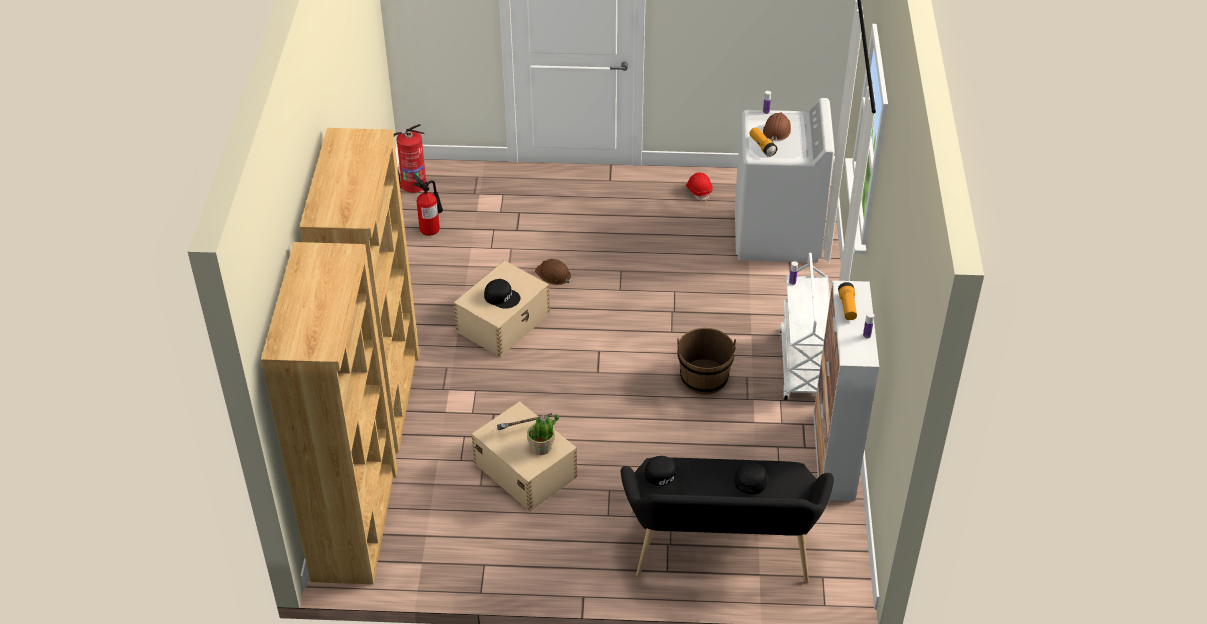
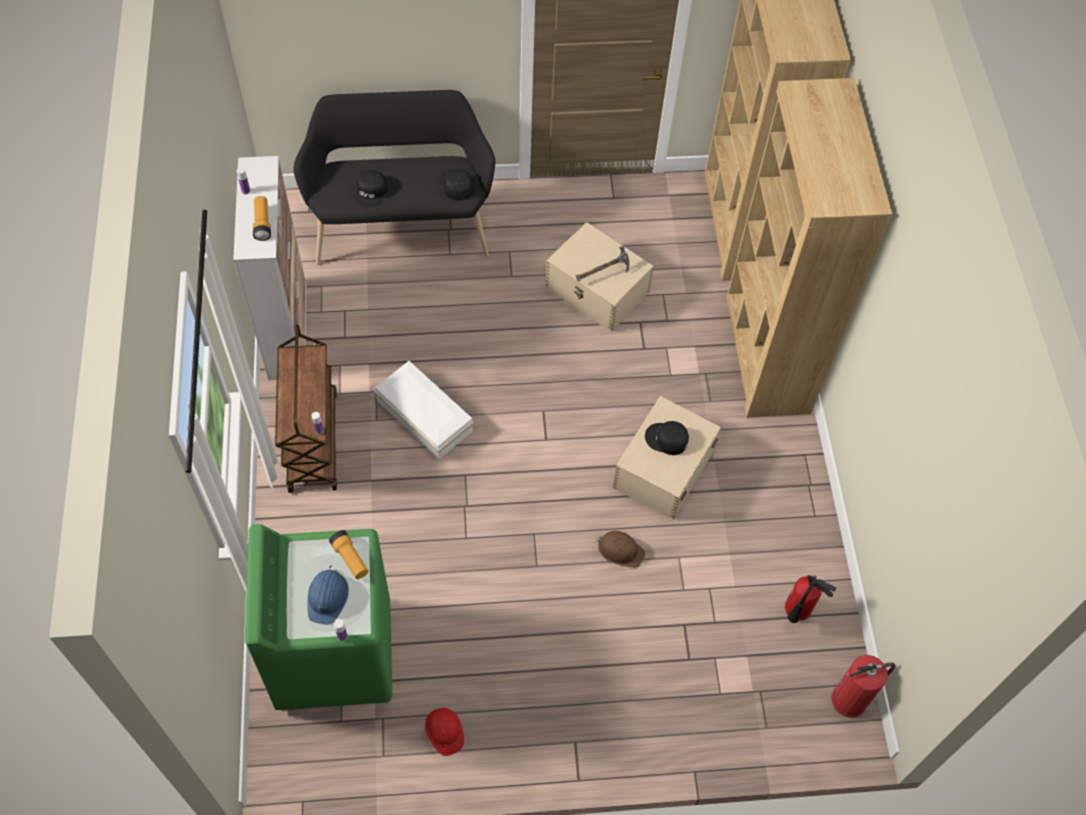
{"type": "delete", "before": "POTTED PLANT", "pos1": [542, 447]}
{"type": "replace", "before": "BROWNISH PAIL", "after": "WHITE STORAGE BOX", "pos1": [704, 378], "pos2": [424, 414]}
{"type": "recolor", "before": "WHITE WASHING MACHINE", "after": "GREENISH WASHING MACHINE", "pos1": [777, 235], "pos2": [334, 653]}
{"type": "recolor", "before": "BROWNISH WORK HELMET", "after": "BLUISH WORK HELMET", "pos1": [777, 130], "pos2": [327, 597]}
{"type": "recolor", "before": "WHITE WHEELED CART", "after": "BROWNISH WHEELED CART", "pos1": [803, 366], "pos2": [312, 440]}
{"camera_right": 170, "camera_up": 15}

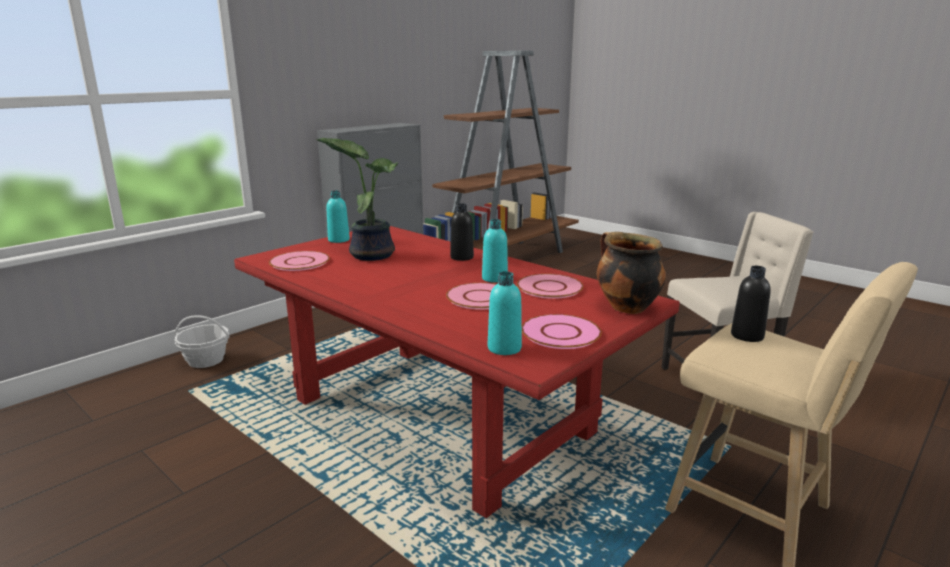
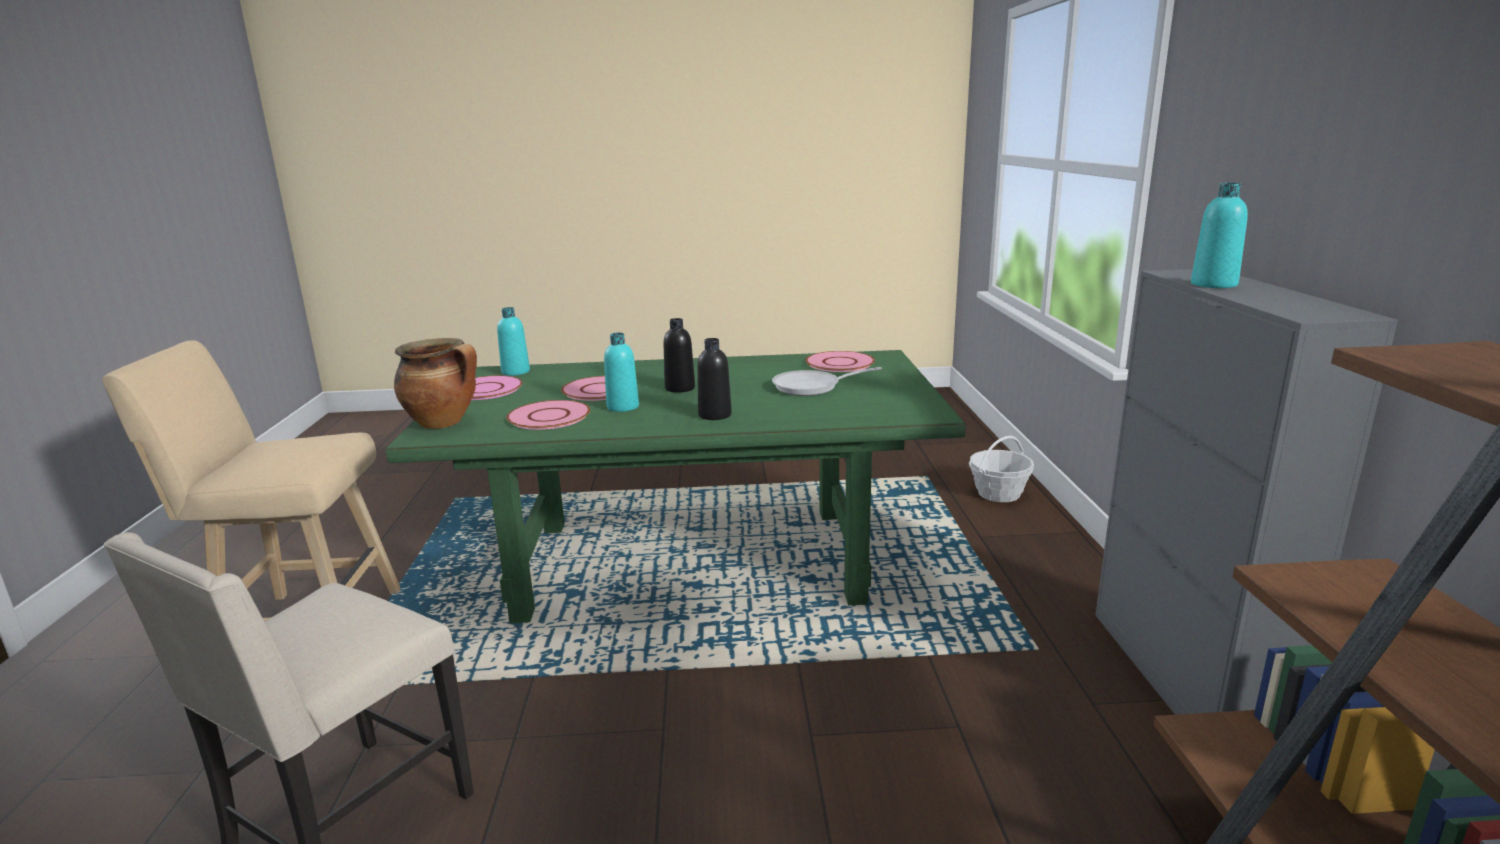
{"type": "recolor", "before": "RED DINING TABLE", "after": "GREENISH DINING TABLE", "pos1": [441, 416], "pos2": [690, 561]}
{"type": "replace", "before": "POTTED PLANT", "after": "FRYING PAN", "pos1": [371, 254], "pos2": [812, 387]}
{"type": "move", "before": "BLUE-GREEN DRINK BOTTLE", "pos1": [338, 240], "pos2": [1213, 284]}
{"type": "move", "before": "BLACK DRINK BOTTLE", "pos1": [747, 336], "pos2": [680, 388]}
{"camera_right": 135, "camera_up": 0}

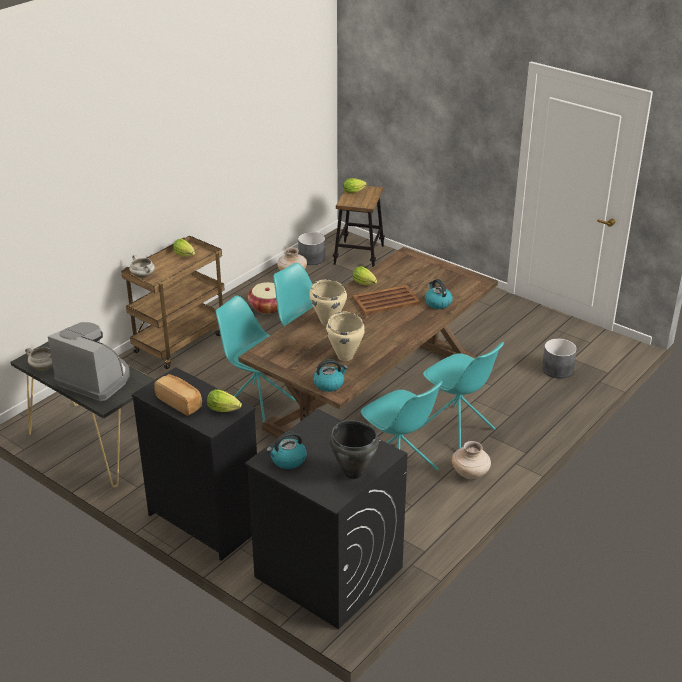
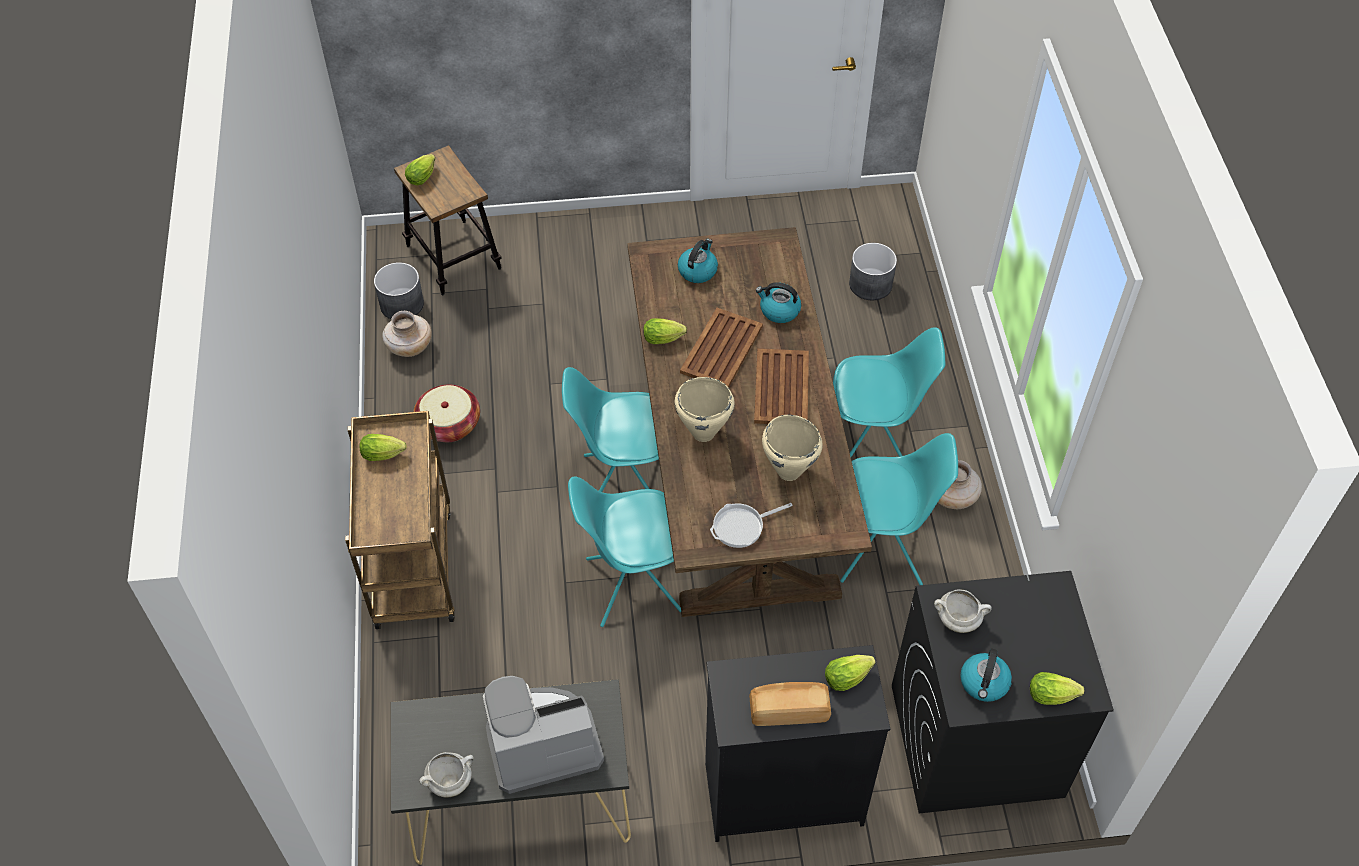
{"type": "move", "before": "WHITE SAUCEPOT", "pos1": [143, 276], "pos2": [958, 619]}
{"type": "move", "before": "WATER KETTLE", "pos1": [329, 384], "pos2": [697, 270]}
{"type": "delete", "before": "BLACK SAUCEPOT", "pos1": [353, 472]}
{"type": "insert", "after": "FRYING PAN", "pos2": [742, 526]}
{"type": "insert", "after": "BROWNISH TRAY", "pos2": [782, 387]}
{"type": "insert", "after": "LETTUCE", "pos2": [1054, 695]}
{"camera_right": -45, "camera_up": 20}

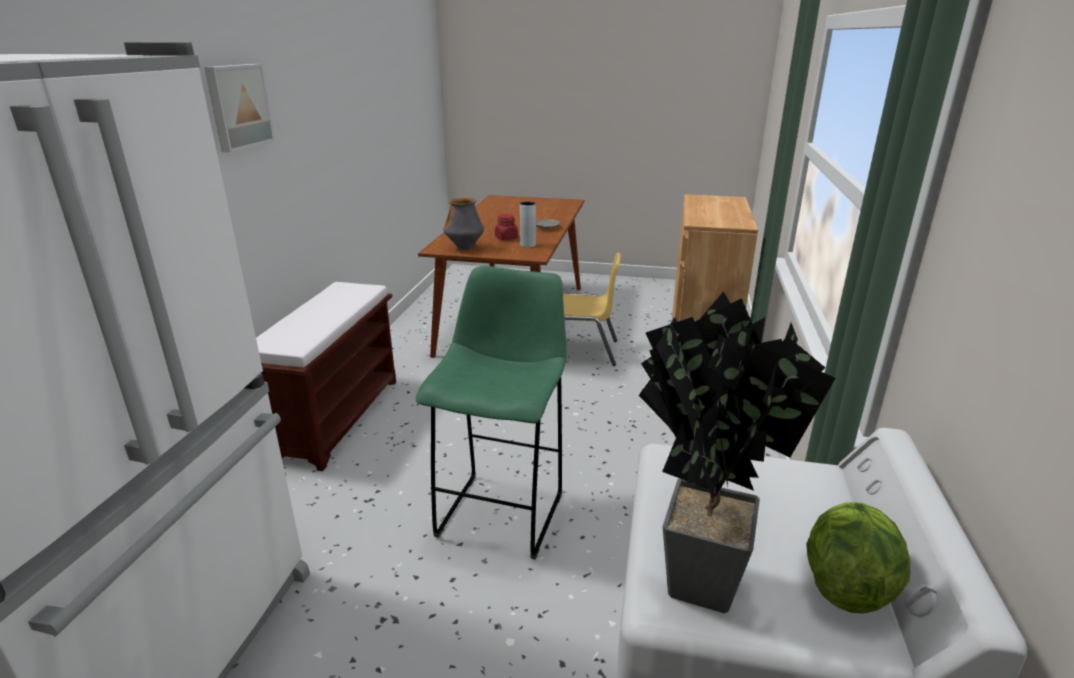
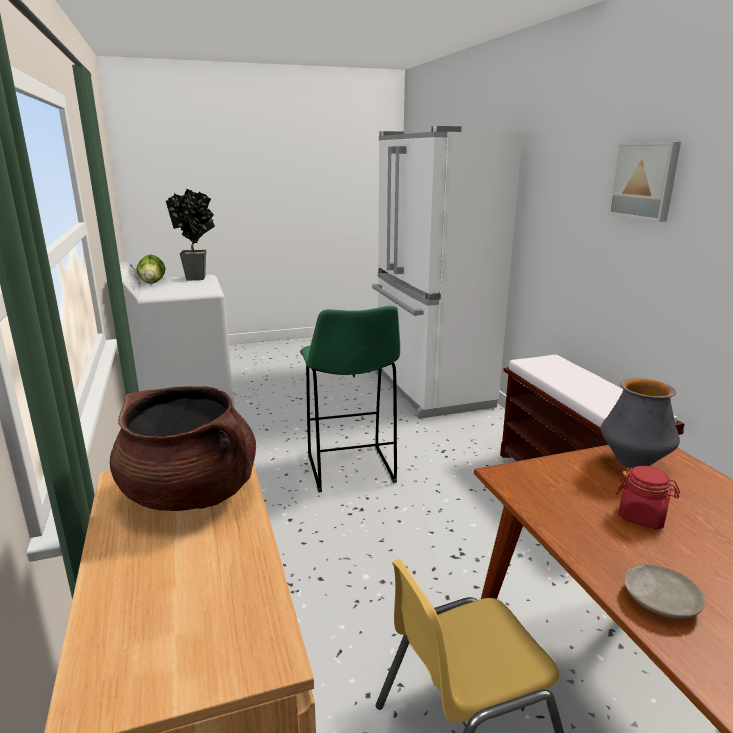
{"type": "delete", "before": "GREY VASE", "pos1": [528, 245]}
{"type": "insert", "after": "BROWNISH SAUCEPOT", "pos2": [191, 494]}
{"camera_right": 150, "camera_up": -5}

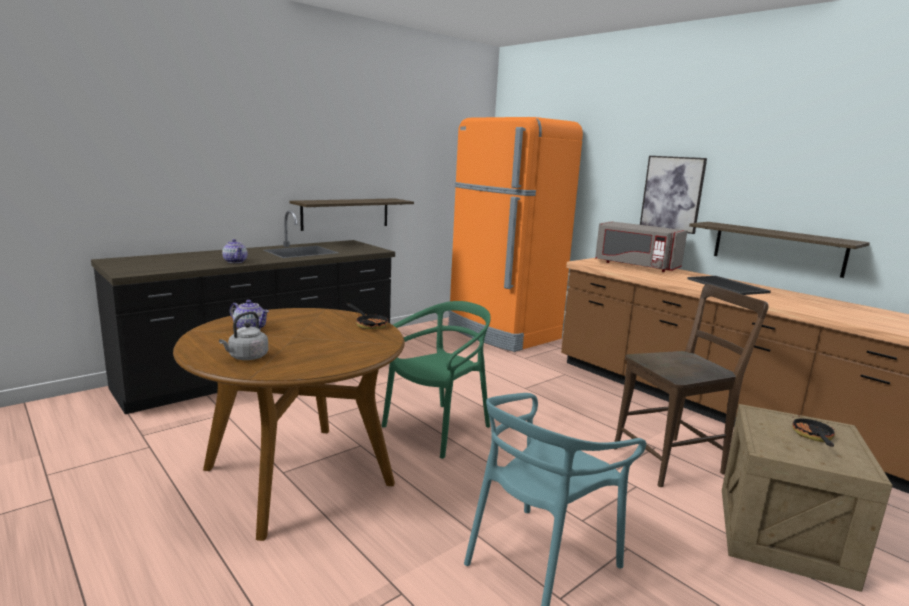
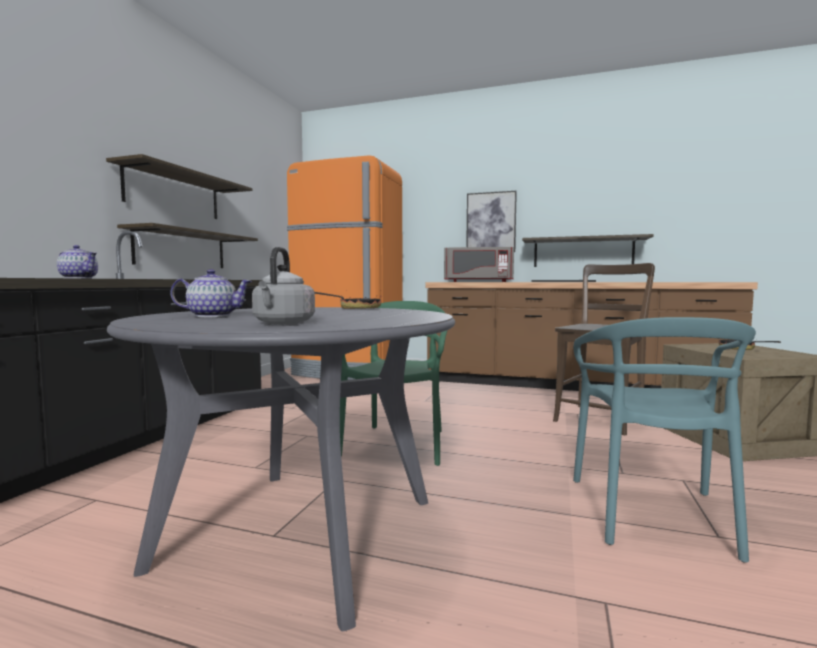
{"type": "recolor", "before": "BROWNISH DINING TABLE", "after": "GREY DINING TABLE", "pos1": [298, 476], "pos2": [300, 532]}
{"type": "insert", "after": "BRACKET SHELF", "pos2": [174, 194]}
{"camera_right": -30, "camera_up": -10}

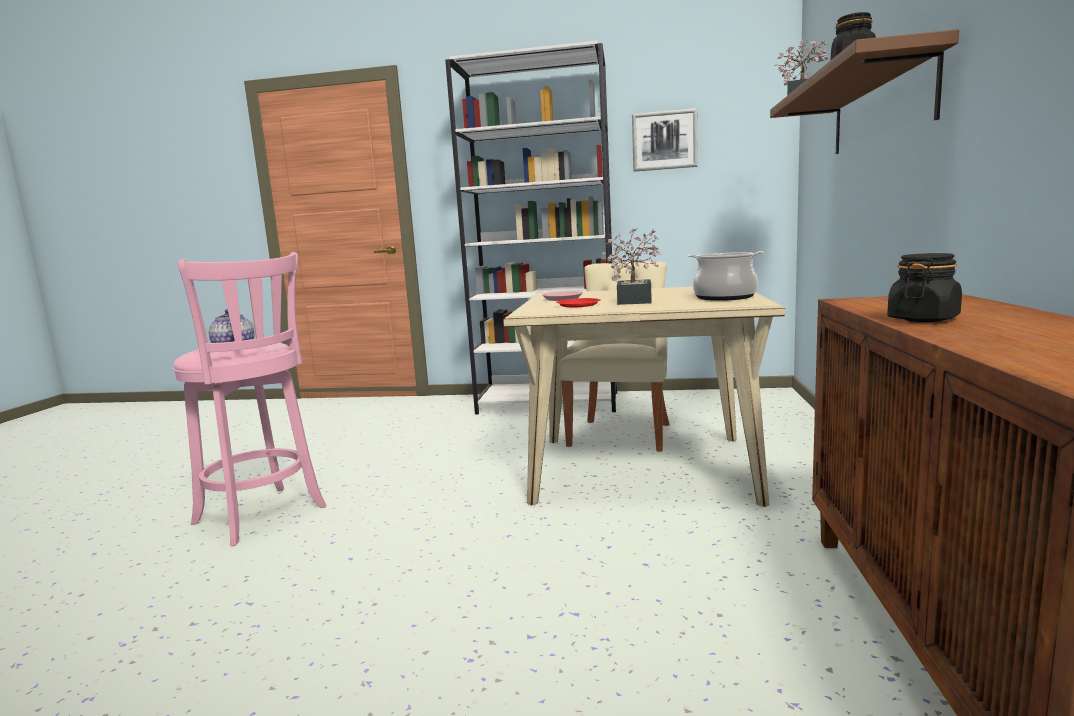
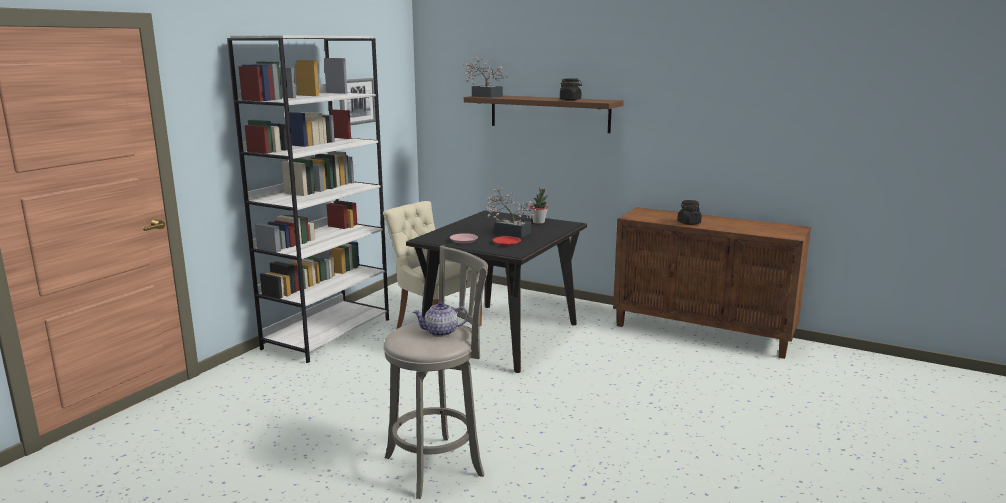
{"type": "recolor", "before": "PINK STOOL", "after": "GREY STOOL", "pos1": [263, 516], "pos2": [439, 464]}
{"type": "recolor", "before": "BEIGE DINING TABLE", "after": "BLACK DINING TABLE", "pos1": [643, 468], "pos2": [500, 335]}
{"type": "replace", "before": "SAUCEPOT", "after": "POTTED PLANT", "pos1": [724, 297], "pos2": [538, 222]}
{"camera_right": -70, "camera_up": 5}

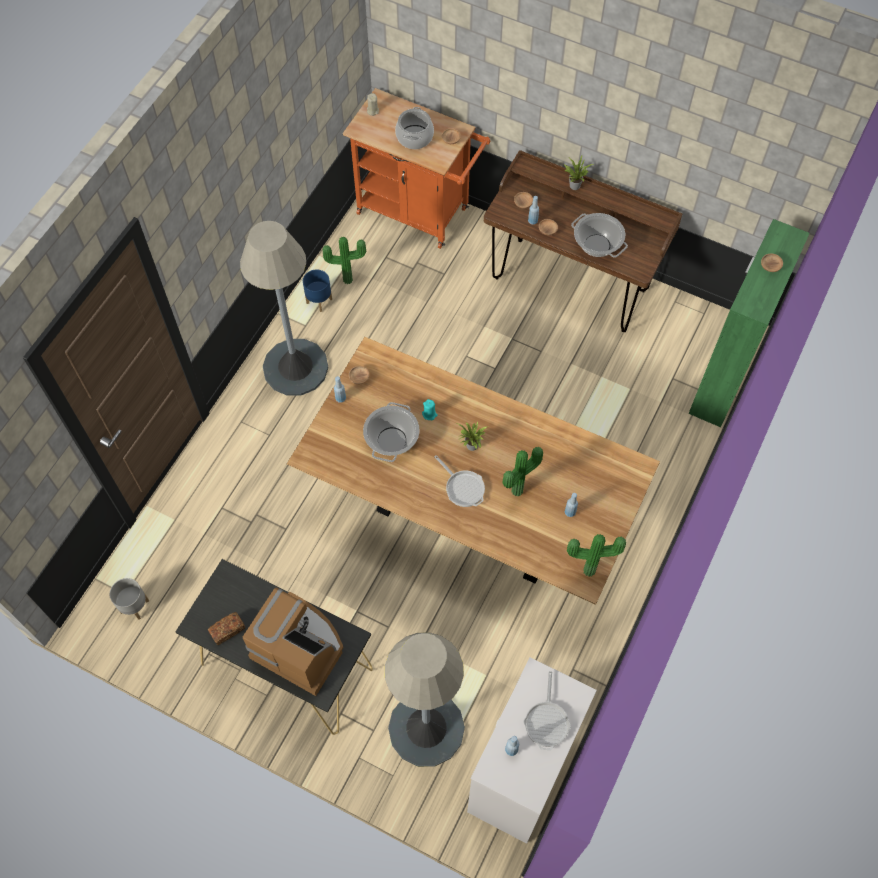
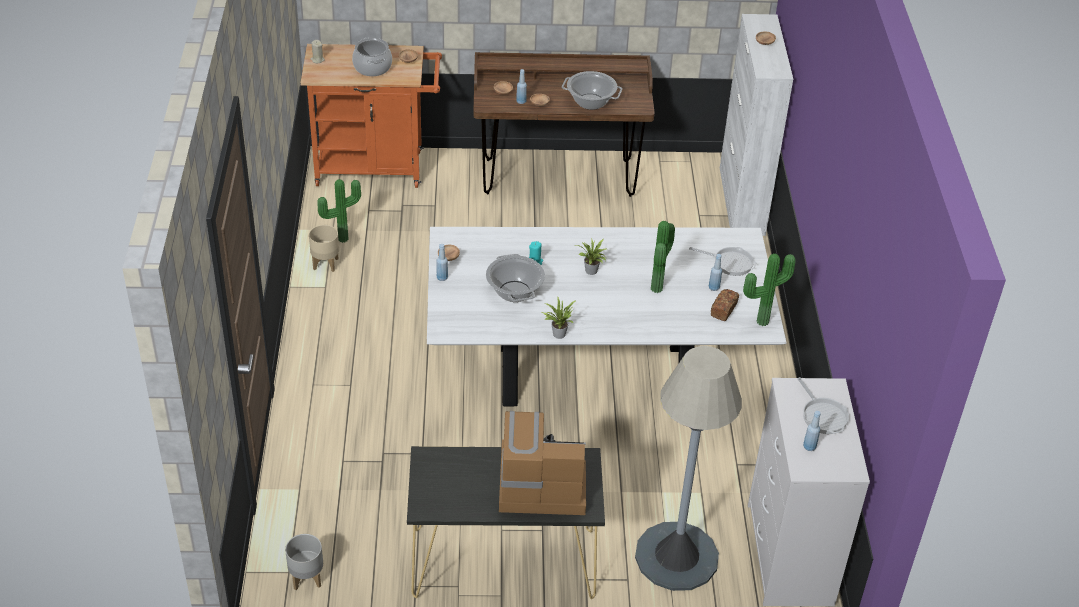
{"type": "move", "before": "BAKED BREAD", "pos1": [227, 630], "pos2": [723, 310]}
{"type": "delete", "before": "GREY STANDARD LAMP", "pos1": [295, 367]}
{"type": "recolor", "before": "BROWNISH DINING TABLE", "after": "WHITE DINING TABLE", "pos1": [470, 514], "pos2": [593, 376]}
{"type": "recolor", "before": "BLUISH PLANT POT", "after": "BEIGE PLANT POT", "pos1": [319, 300], "pos2": [326, 263]}
{"type": "move", "before": "FRYING PAN", "pos1": [463, 487], "pos2": [730, 262]}
{"type": "move", "before": "POTTED PLANT", "pos1": [574, 184], "pos2": [558, 333]}
{"type": "recolor", "before": "GREENISH CABINET", "after": "WHITE CABINET", "pos1": [723, 378], "pos2": [741, 201]}
{"camera_right": -30, "camera_up": -20}

